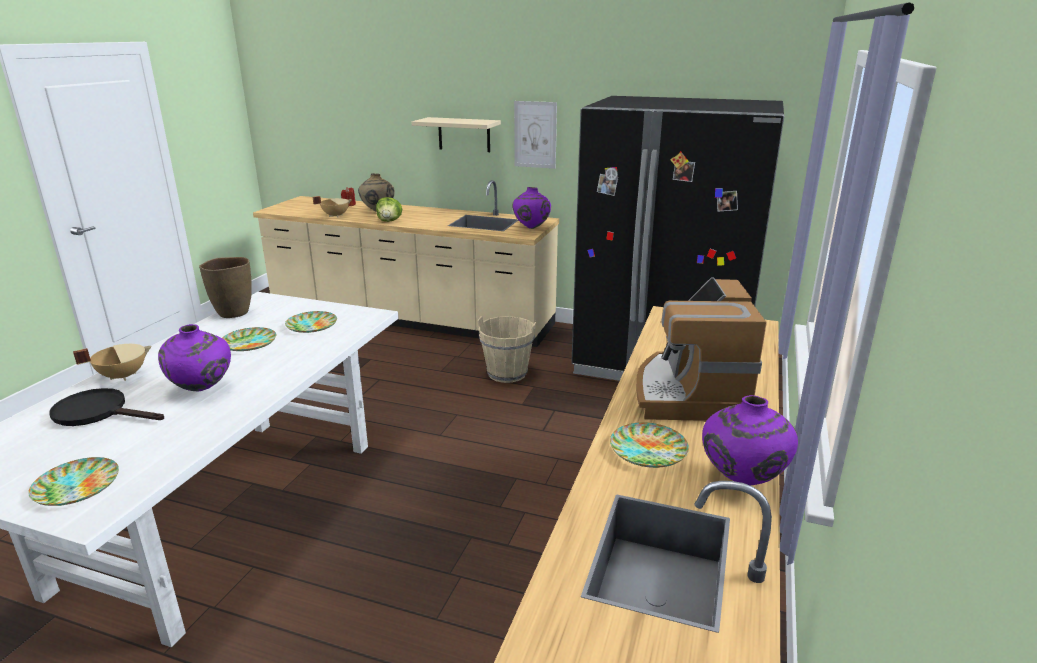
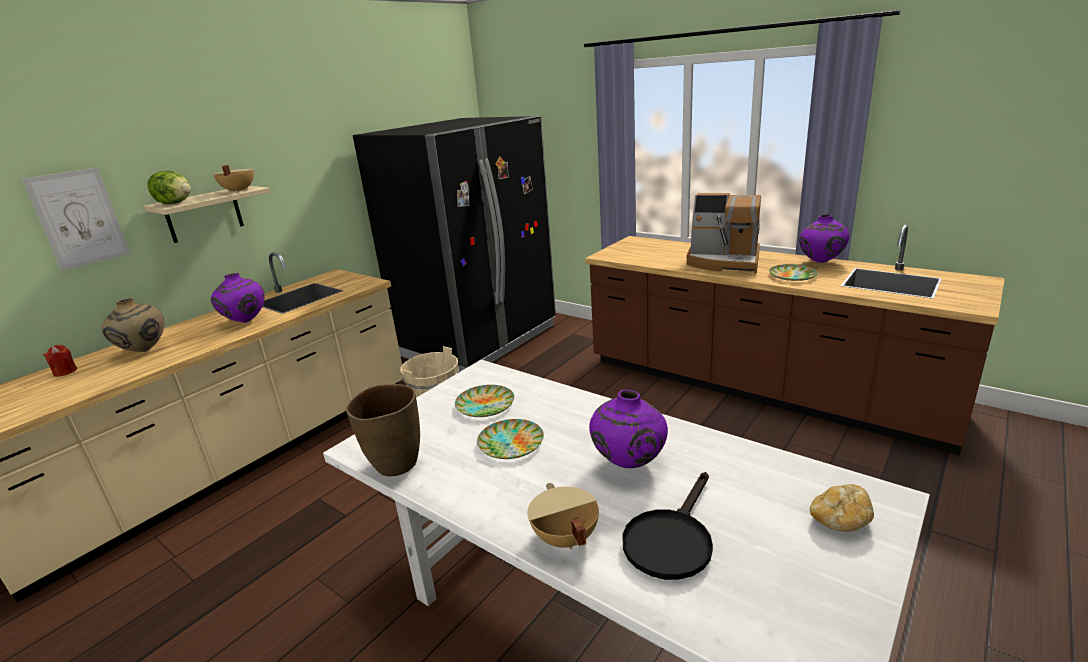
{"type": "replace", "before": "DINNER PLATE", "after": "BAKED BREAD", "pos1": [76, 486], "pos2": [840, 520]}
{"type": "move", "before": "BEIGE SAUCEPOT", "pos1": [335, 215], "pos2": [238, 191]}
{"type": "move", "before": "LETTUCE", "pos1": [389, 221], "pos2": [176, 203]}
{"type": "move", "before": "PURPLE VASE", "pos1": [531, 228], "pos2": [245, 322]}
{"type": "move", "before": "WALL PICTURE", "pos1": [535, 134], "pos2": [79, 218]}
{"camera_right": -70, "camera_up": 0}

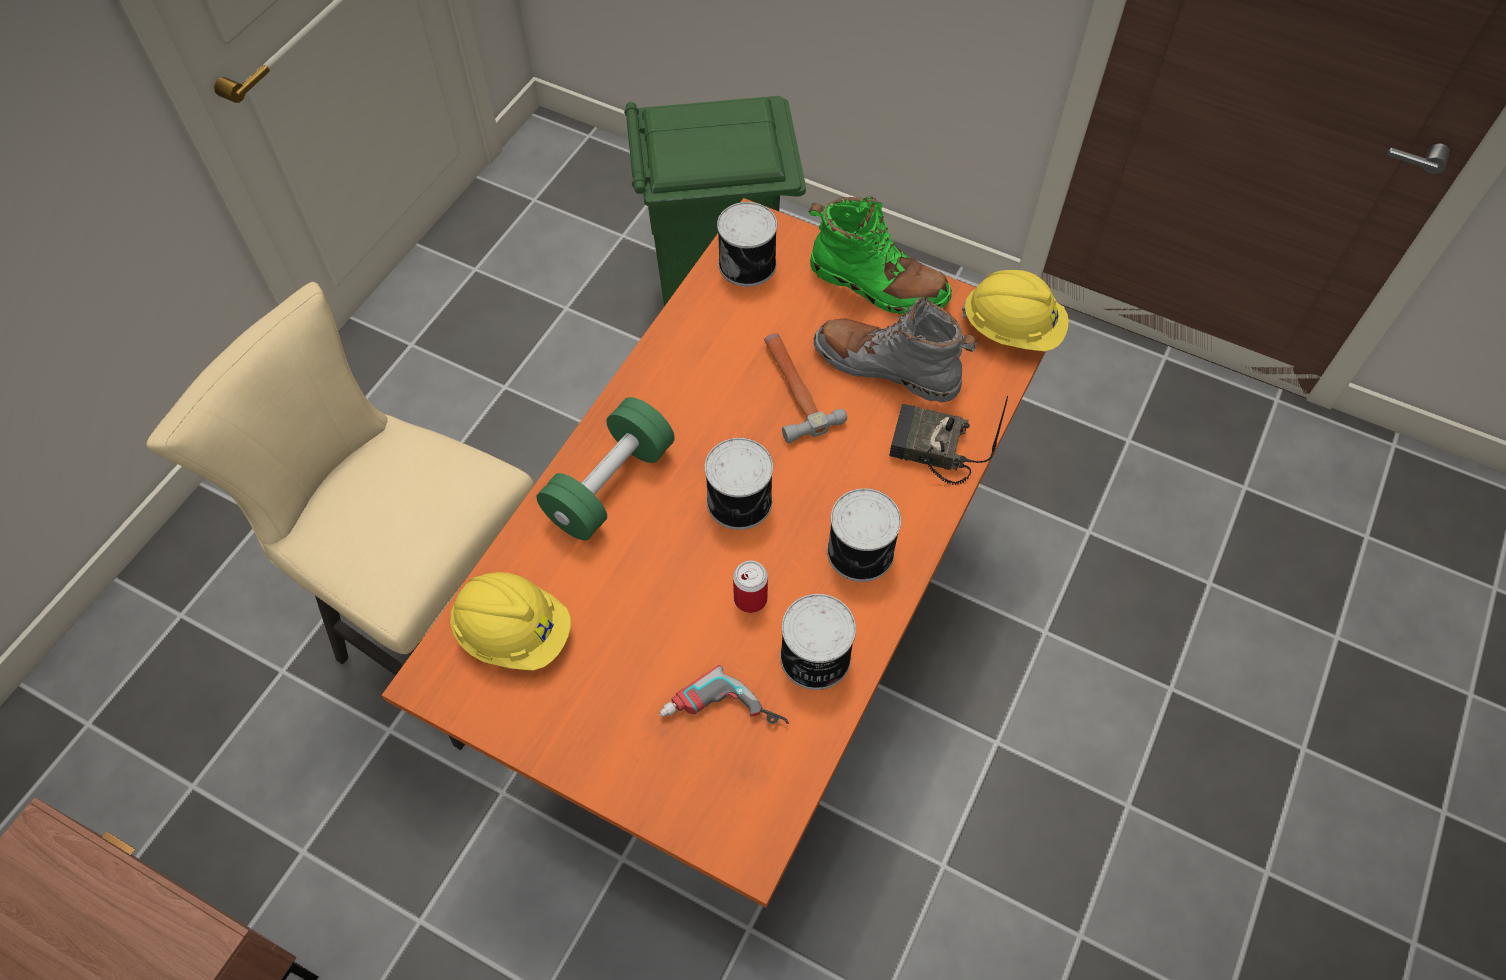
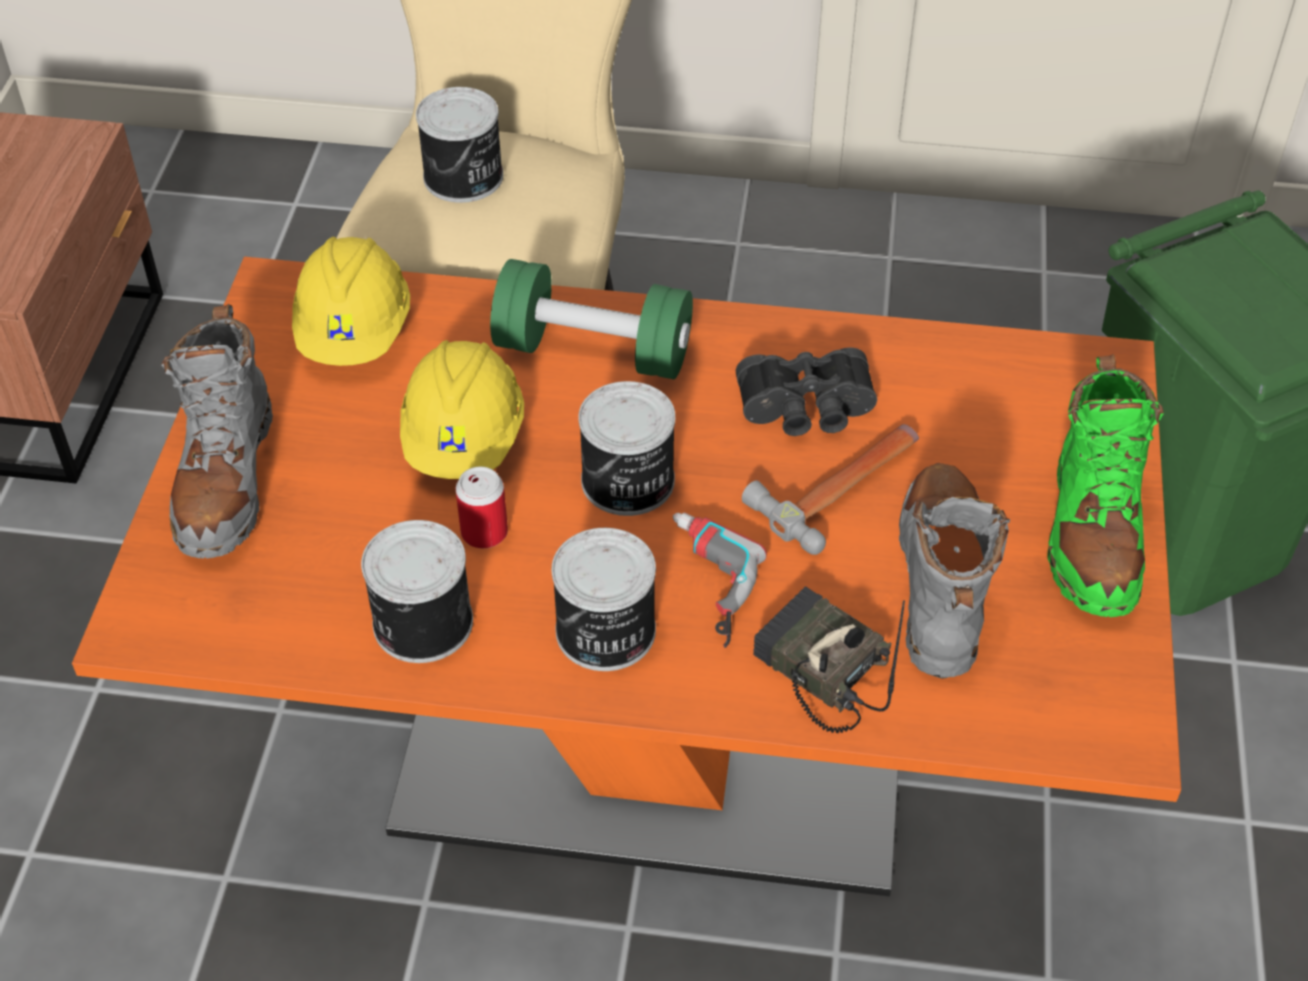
{"type": "move", "before": "ELECTRIC DRILL", "pos1": [722, 719], "pos2": [701, 584]}
{"type": "move", "before": "CAN", "pos1": [749, 264], "pos2": [465, 178]}
{"type": "rotate", "before": "RADIO SET", "pos1": [929, 450], "pos2": [818, 669], "turn": -45}
{"type": "move", "before": "YELLOW WORK HELMET", "pos1": [1012, 329], "pos2": [464, 439]}
{"type": "insert", "after": "GREY TALL BOOT", "pos2": [226, 479]}
{"type": "insert", "after": "BLACK FIELD GLASSES", "pos2": [806, 410]}
{"camera_right": 70, "camera_up": -10}

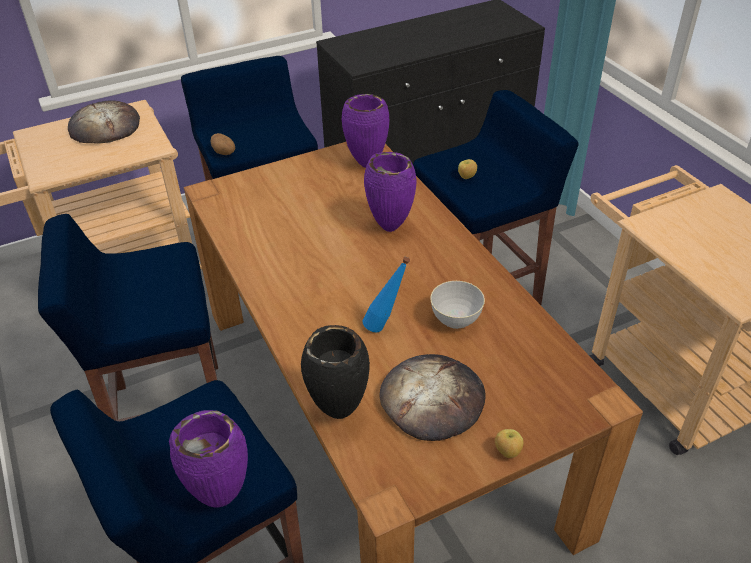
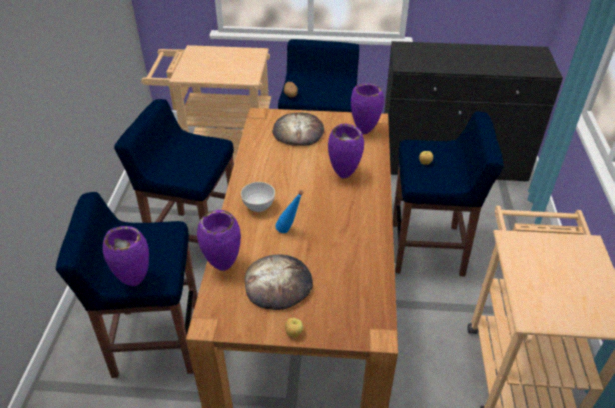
{"type": "move", "before": "BAKED BREAD", "pos1": [105, 127], "pos2": [298, 132]}
{"type": "recolor", "before": "BLACK VASE", "after": "PURPLE VASE", "pos1": [338, 413], "pos2": [222, 266]}
{"type": "move", "before": "GREY SERVING BOWL", "pos1": [456, 319], "pos2": [259, 206]}
{"camera_right": 30, "camera_up": 0}

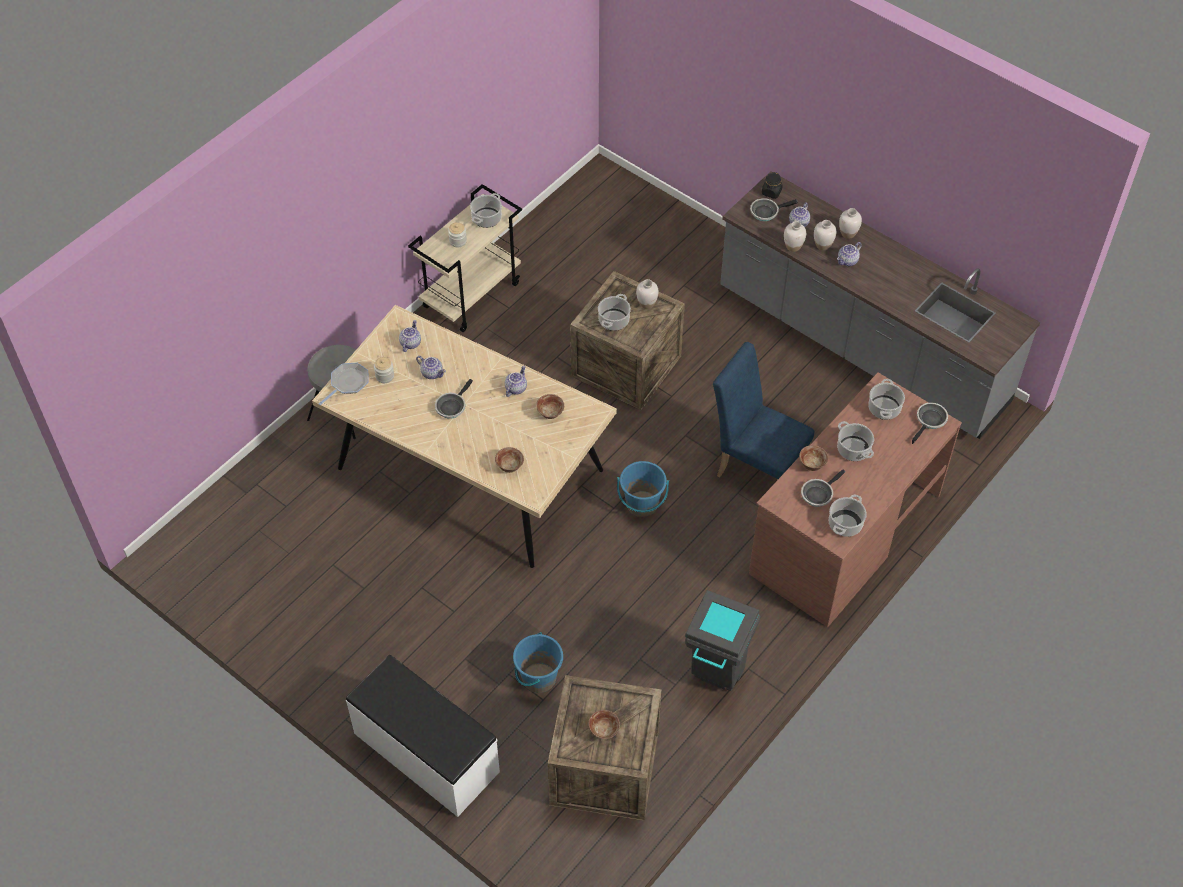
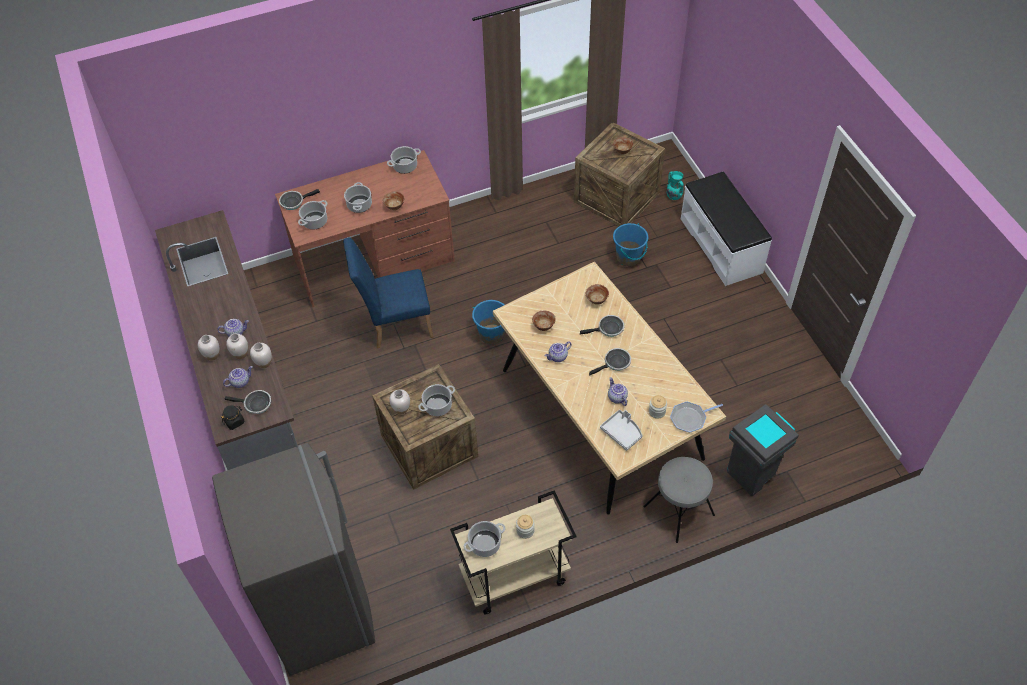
{"type": "replace", "before": "POT FOR TEA", "after": "GREY TRAY", "pos1": [410, 343], "pos2": [622, 432]}
{"type": "move", "before": "GREY WASTE BIN", "pos1": [715, 677], "pos2": [752, 474]}
{"type": "rotate", "before": "BLUISH PLAIN CHAIR", "pos1": [756, 468], "pos2": [395, 325], "turn": 105}
{"type": "move", "before": "FRYING PAN", "pos1": [818, 494], "pos2": [608, 329]}
{"type": "insert", "after": "GREY KITCHEN FRIDGE", "pos2": [319, 608]}
{"type": "insert", "after": "BLUE-GREEN VASE", "pos2": [673, 197]}
{"camera_right": -150, "camera_up": 0}

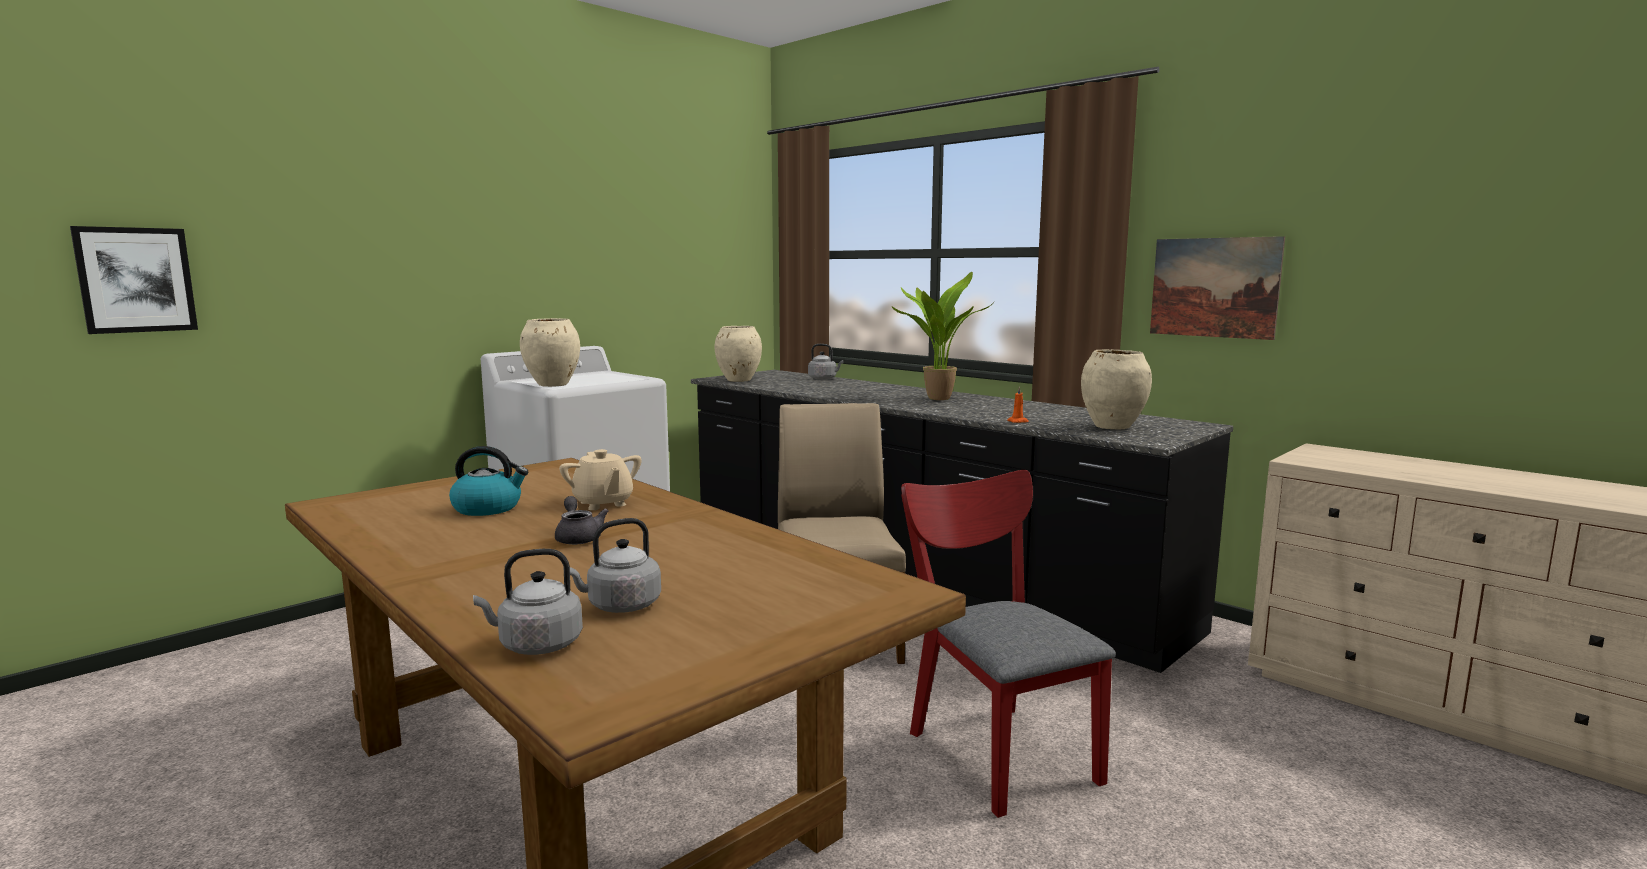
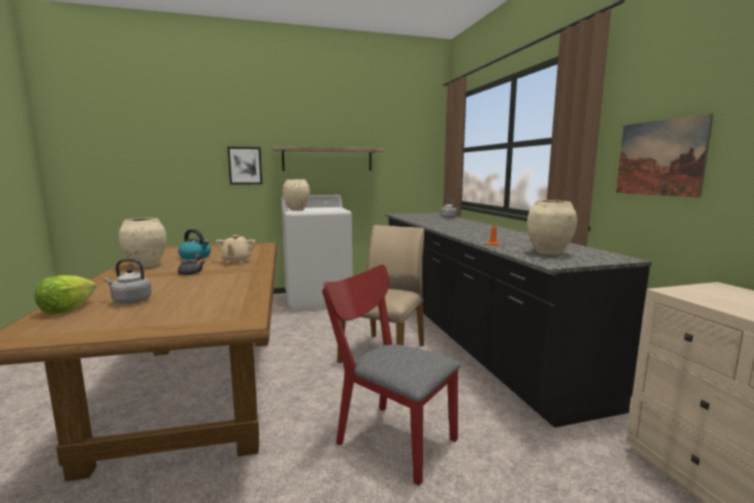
{"type": "move", "before": "WALL PICTURE", "pos1": [136, 280], "pos2": [245, 165]}
{"type": "replace", "before": "GREY WATER KETTLE", "after": "LETTUCE", "pos1": [536, 645], "pos2": [67, 309]}
{"type": "move", "before": "BEIGE VASE", "pos1": [739, 380], "pos2": [145, 266]}
{"type": "delete", "before": "POTTED PLANT", "pos1": [936, 398]}
{"type": "rotate", "before": "RED PLAIN CHAIR", "pos1": [995, 748], "pos2": [389, 437], "turn": -60}
{"type": "insert", "after": "BRACKET SHELF", "pos2": [327, 159]}
{"camera_right": 30, "camera_up": 0}

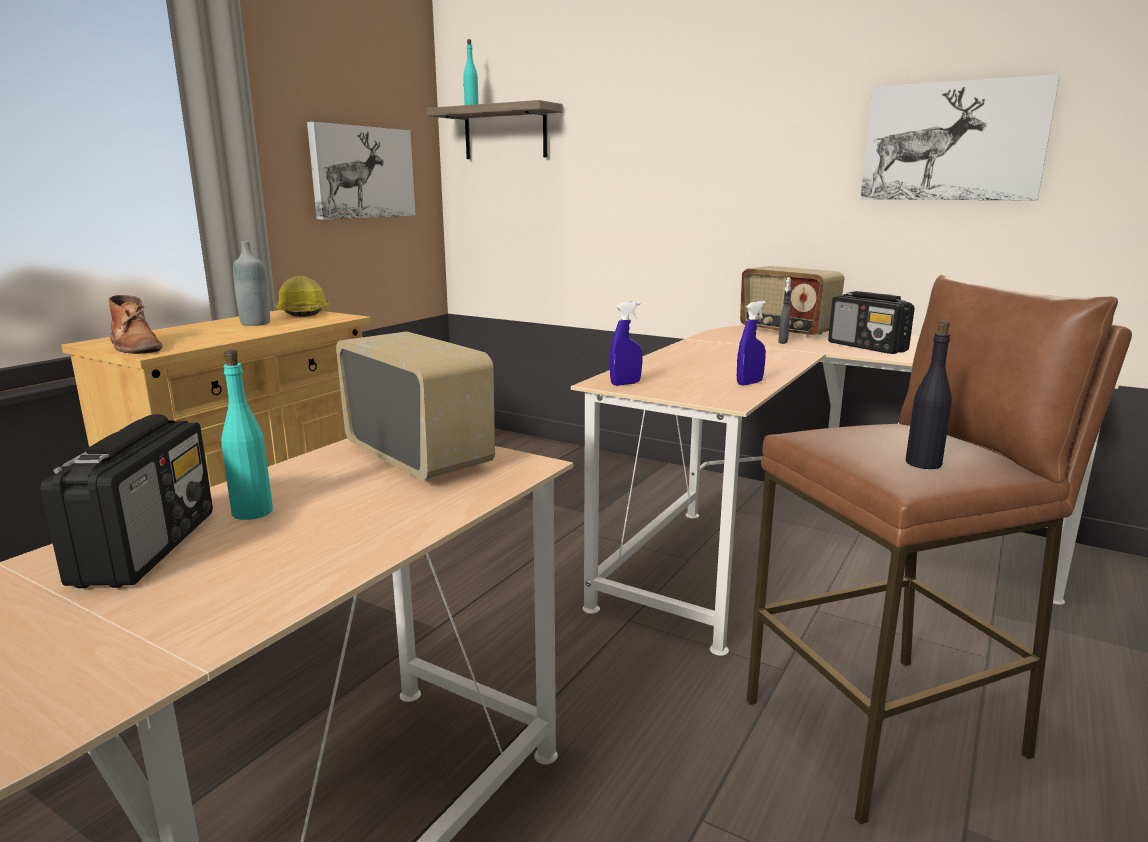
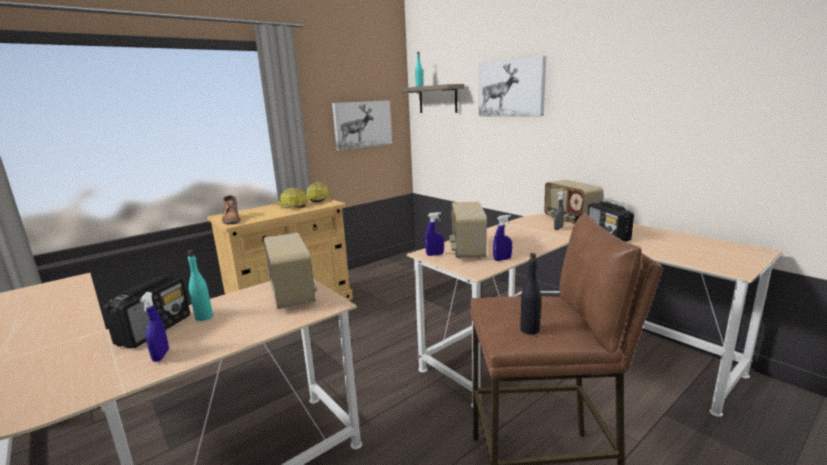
{"type": "replace", "before": "GREY DRINK BOTTLE", "after": "WORK HELMET", "pos1": [255, 323], "pos2": [291, 206]}
{"type": "move", "before": "WALL PICTURE", "pos1": [953, 142], "pos2": [511, 88]}
{"type": "insert", "after": "BLUISH SPRAYER", "pos2": [161, 356]}
{"type": "insert", "after": "RADIO SET", "pos2": [467, 250]}
{"camera_right": 20, "camera_up": 0}

